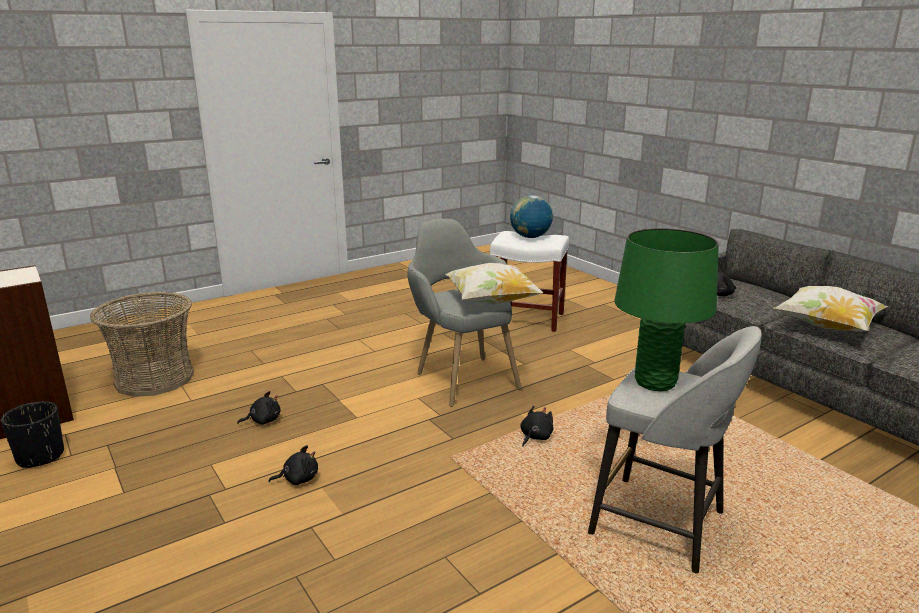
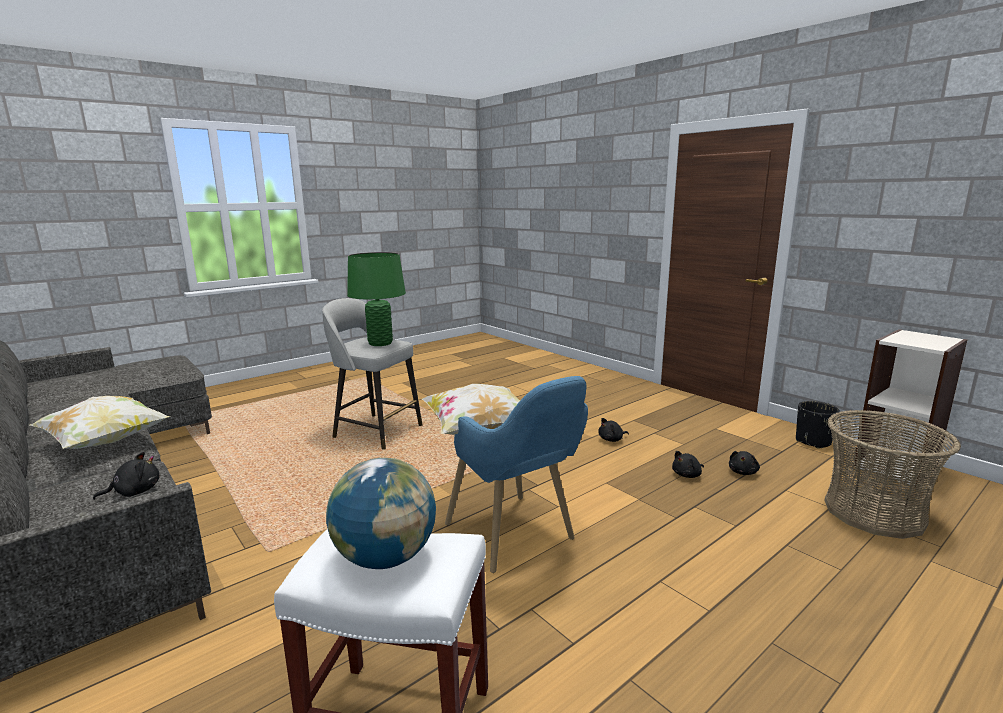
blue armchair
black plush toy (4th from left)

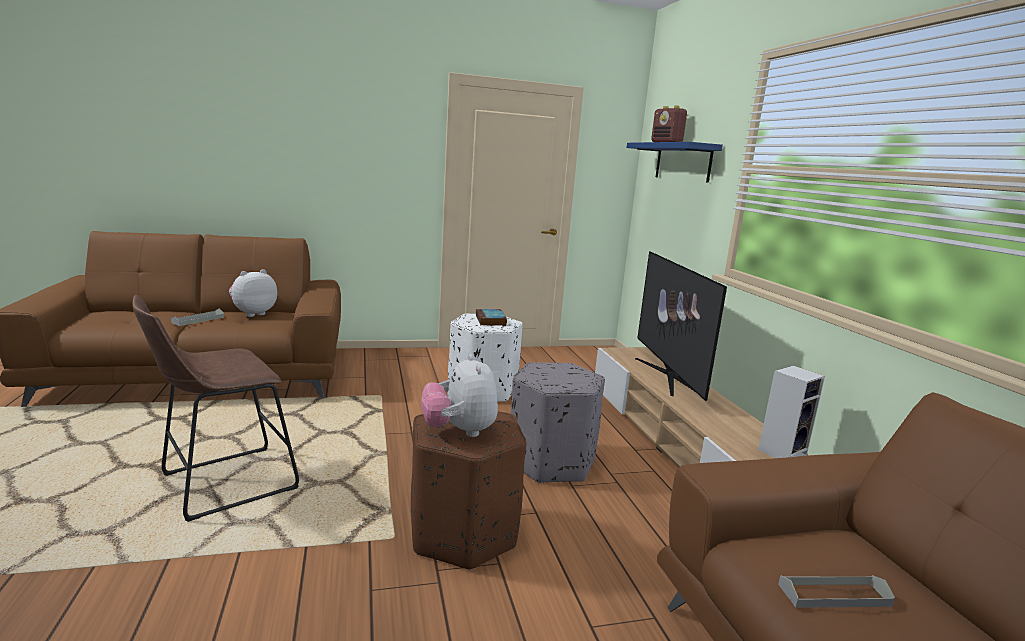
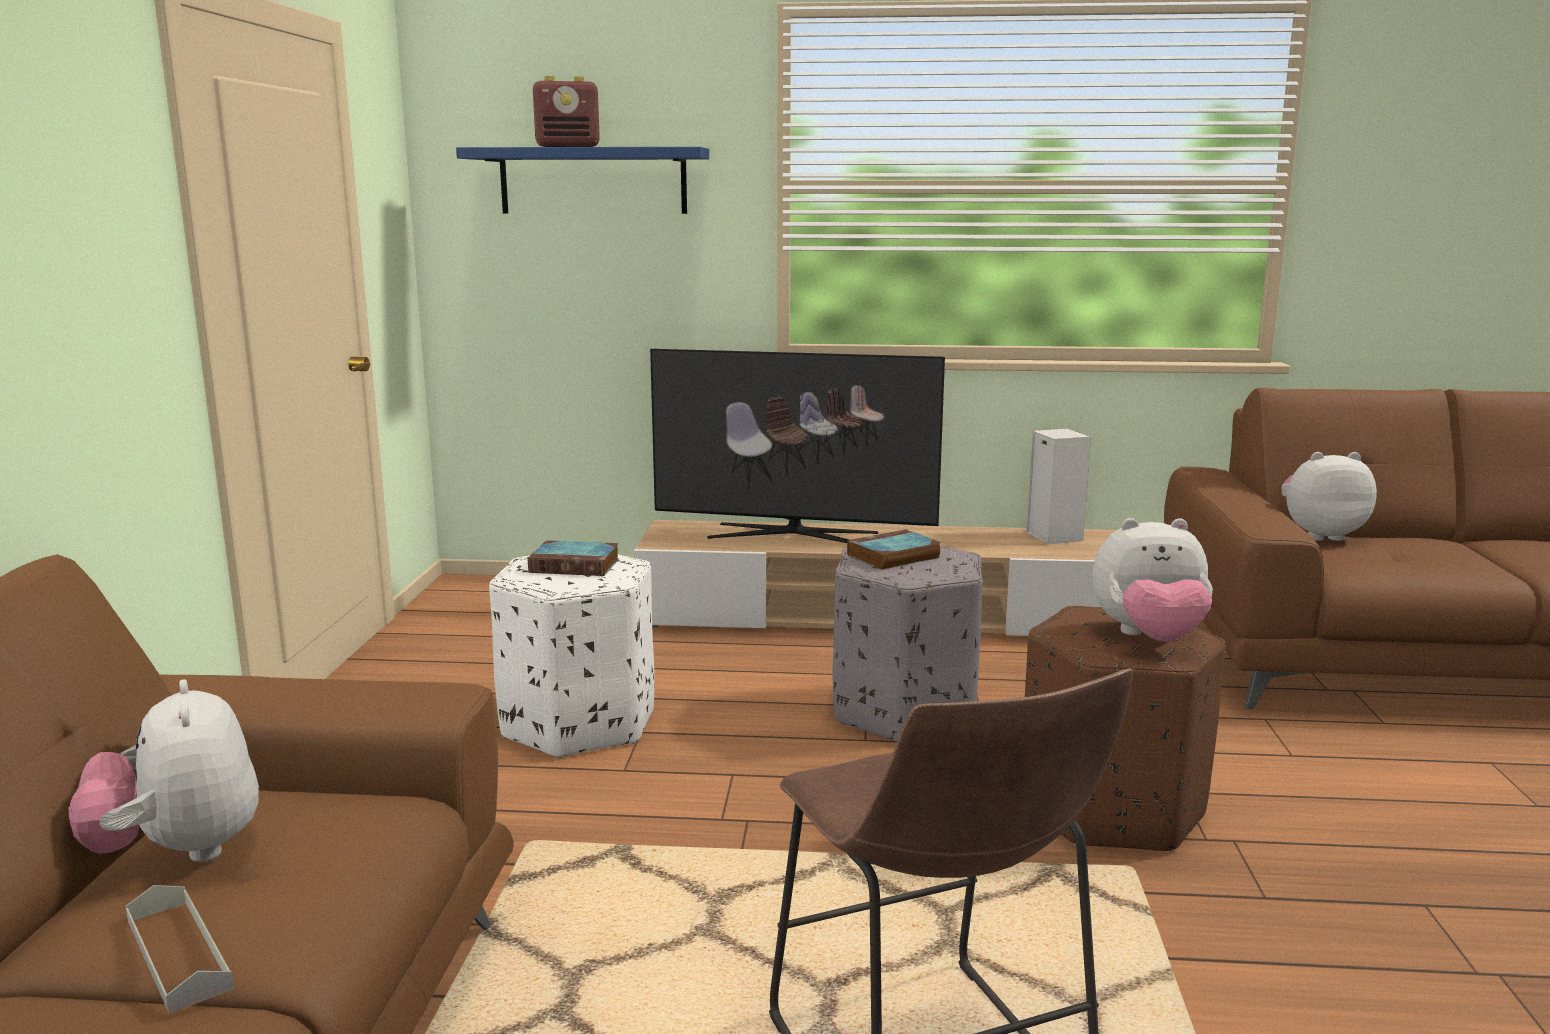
grey tray (2nd from left in the first image)
book (2nd from left)
plush toy (3rd from left)

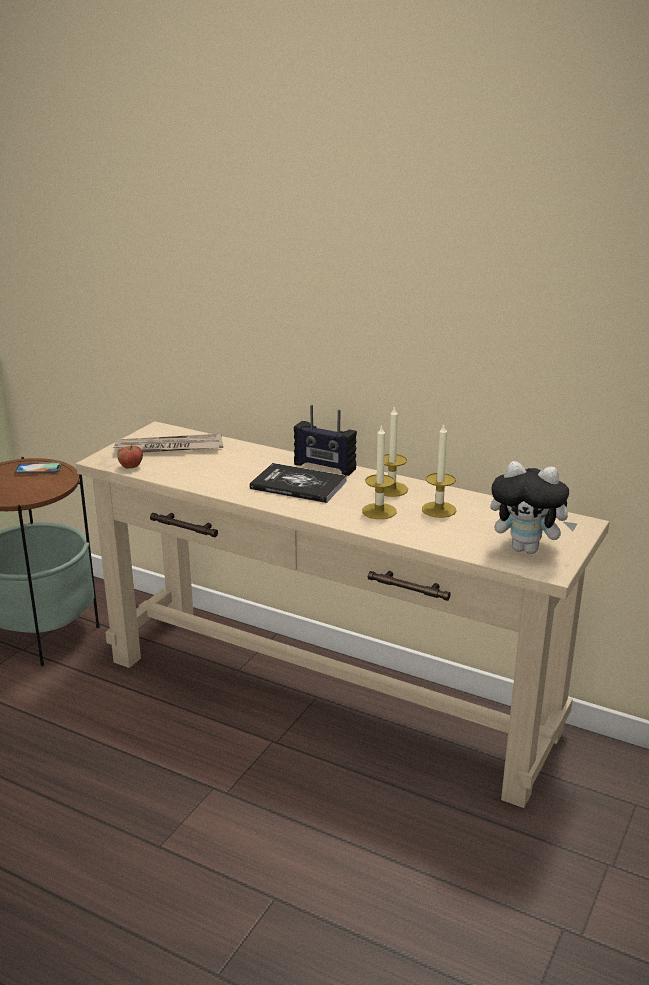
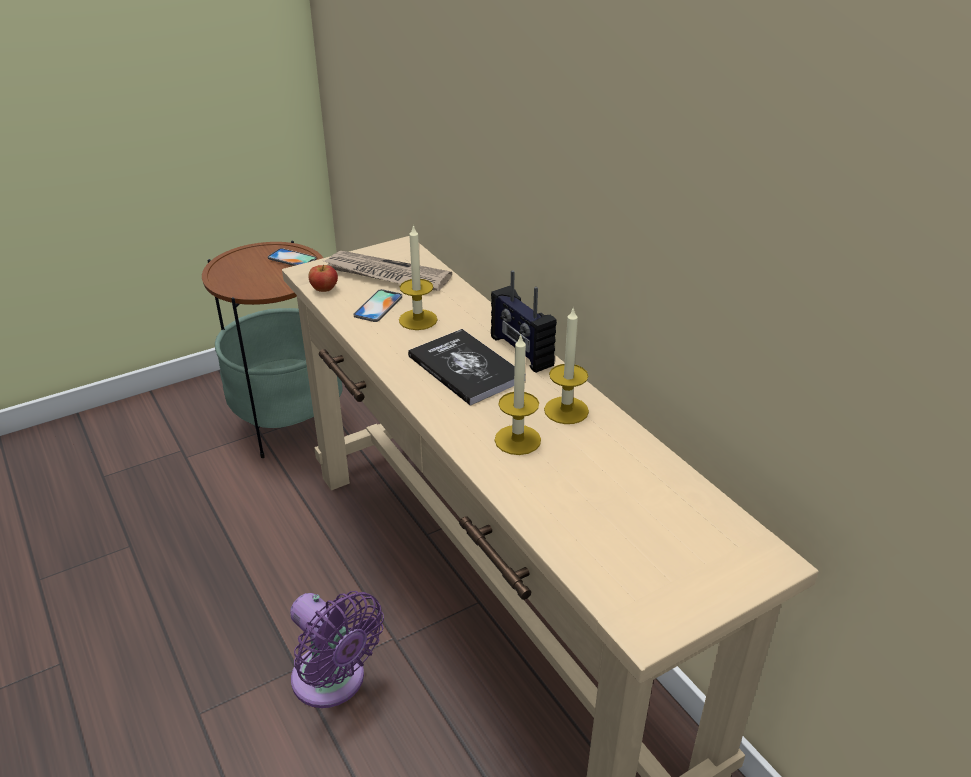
candle (1st from left)
plush toy
purple fan
phone (2nd from left)

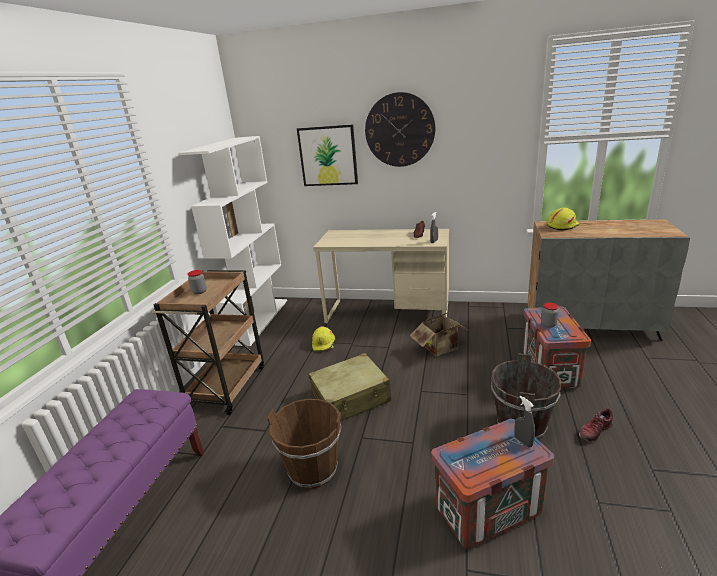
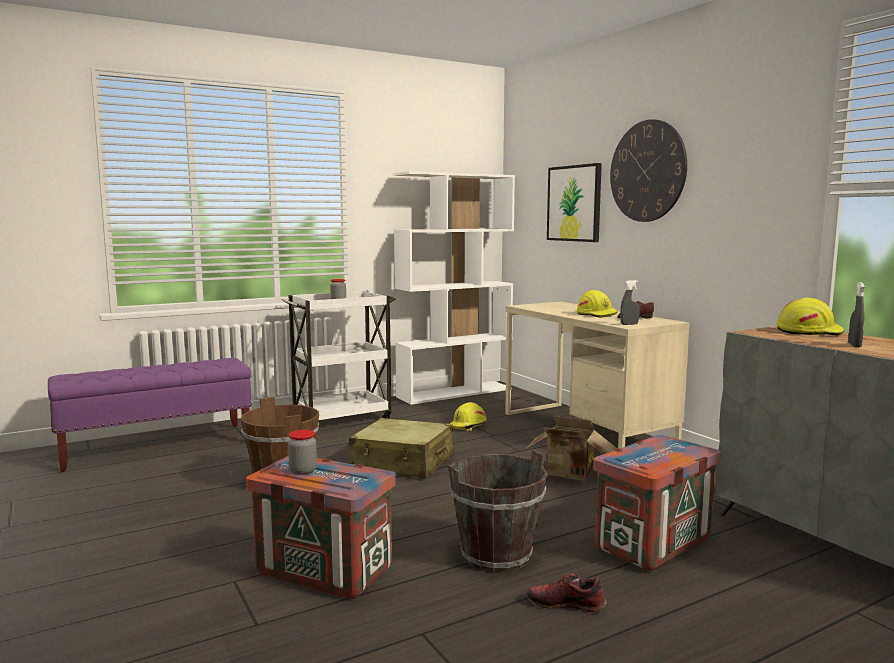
white cart
grey spray bottle (2nd from left)
jar (1st from left)
yellow hard hat (2nd from left)

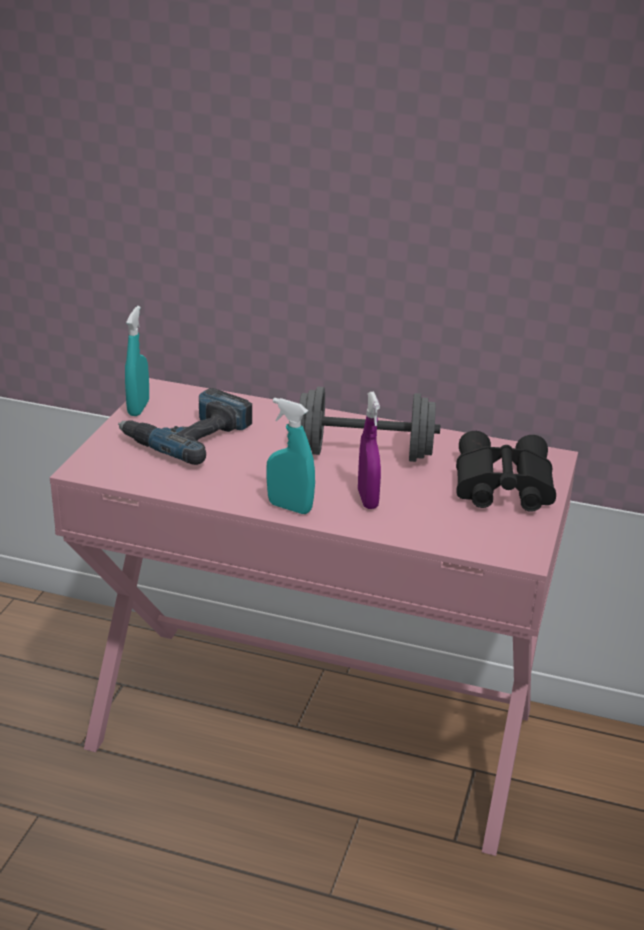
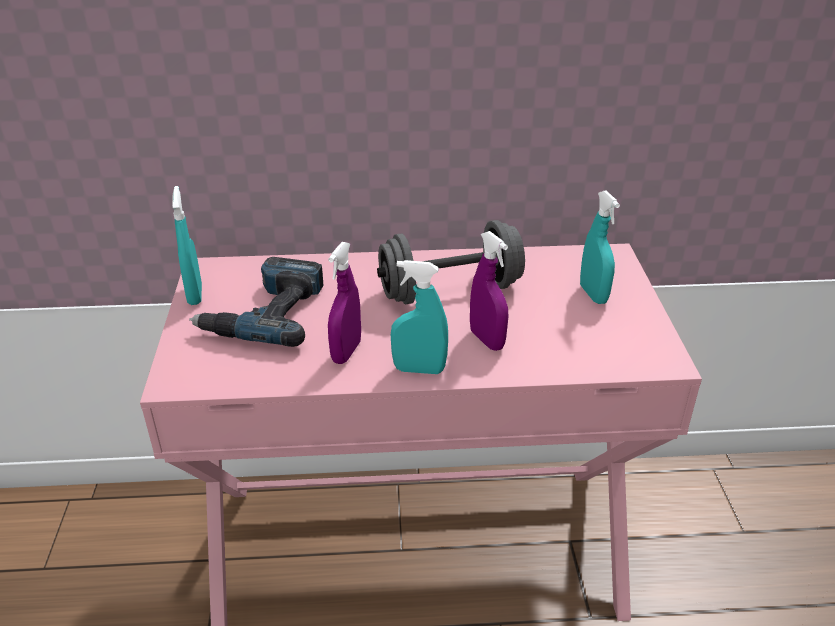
turquoise spray bottle (3rd from left)
purple spray bottle (1st from left)

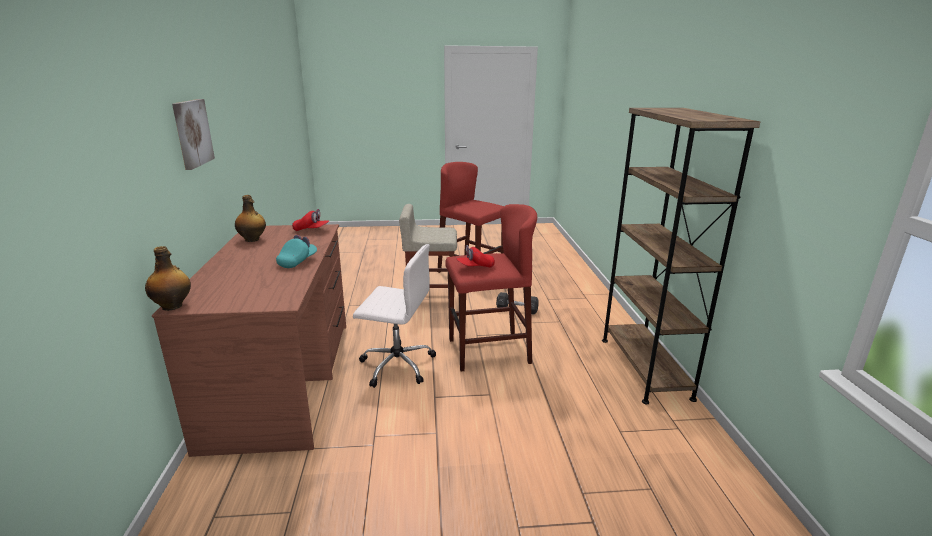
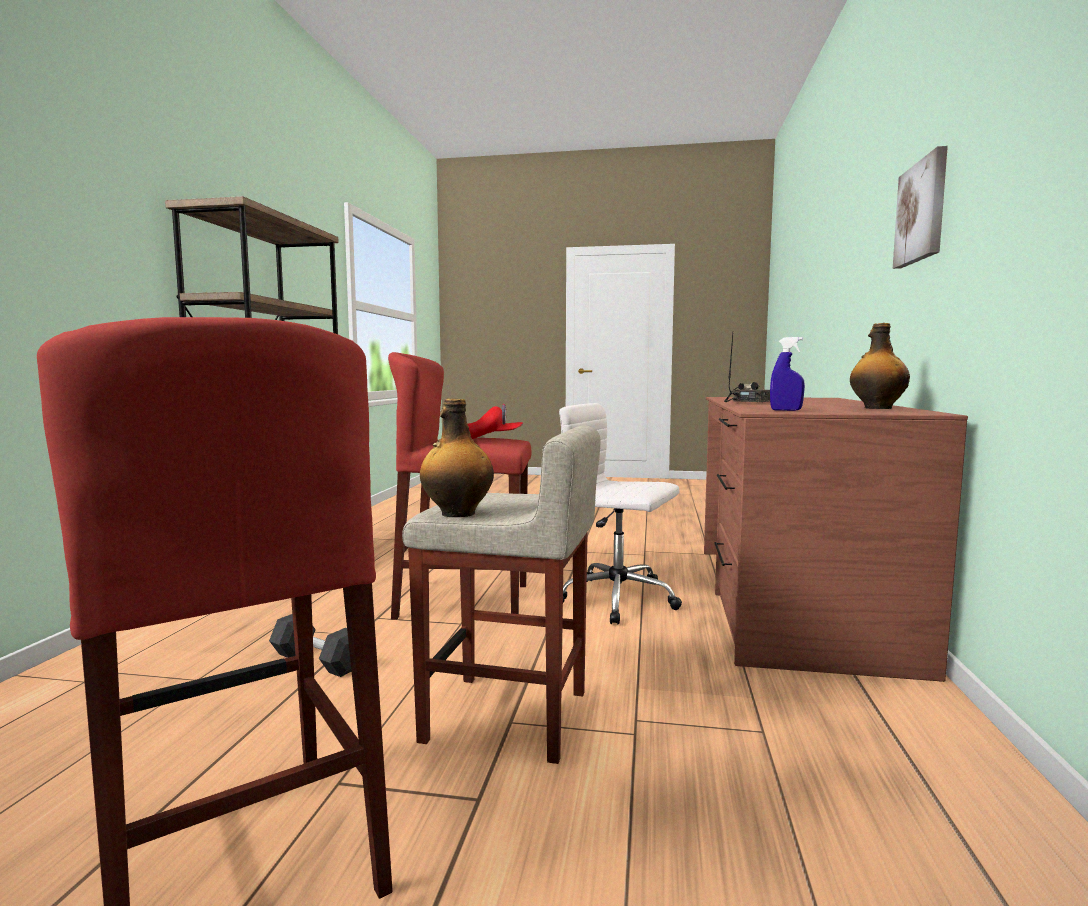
bottle (1st from left)
radio
blue spray bottle

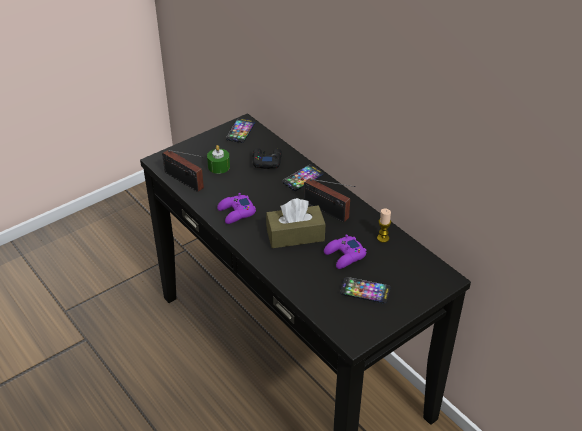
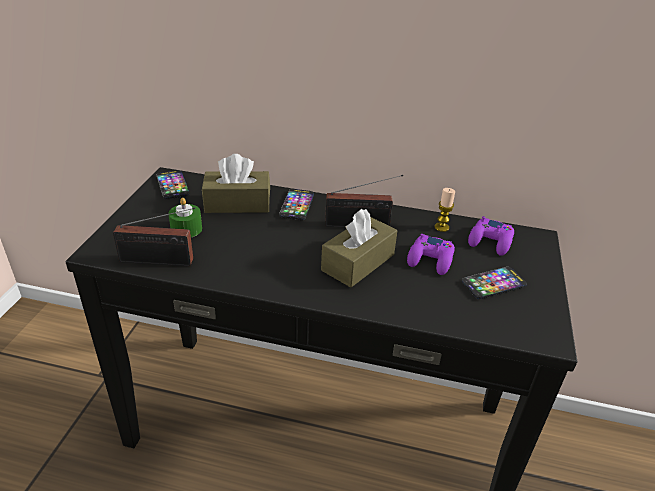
purple game controller (2nd from left)
brown tissue box (1st from left)

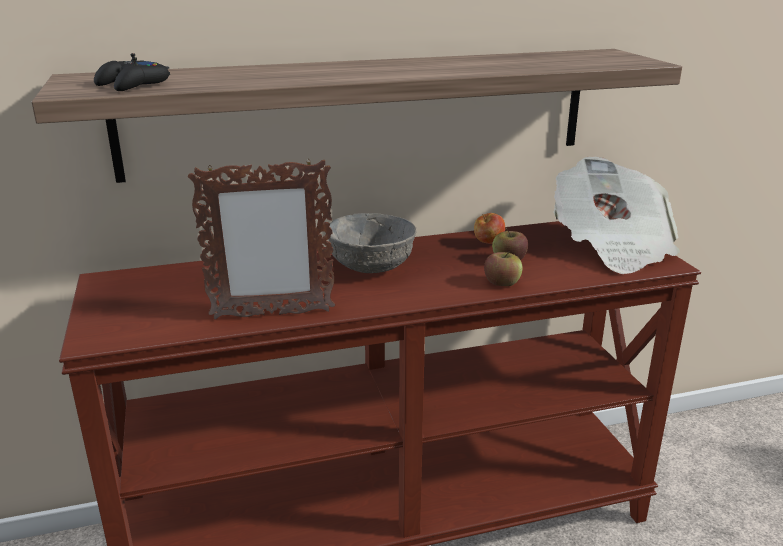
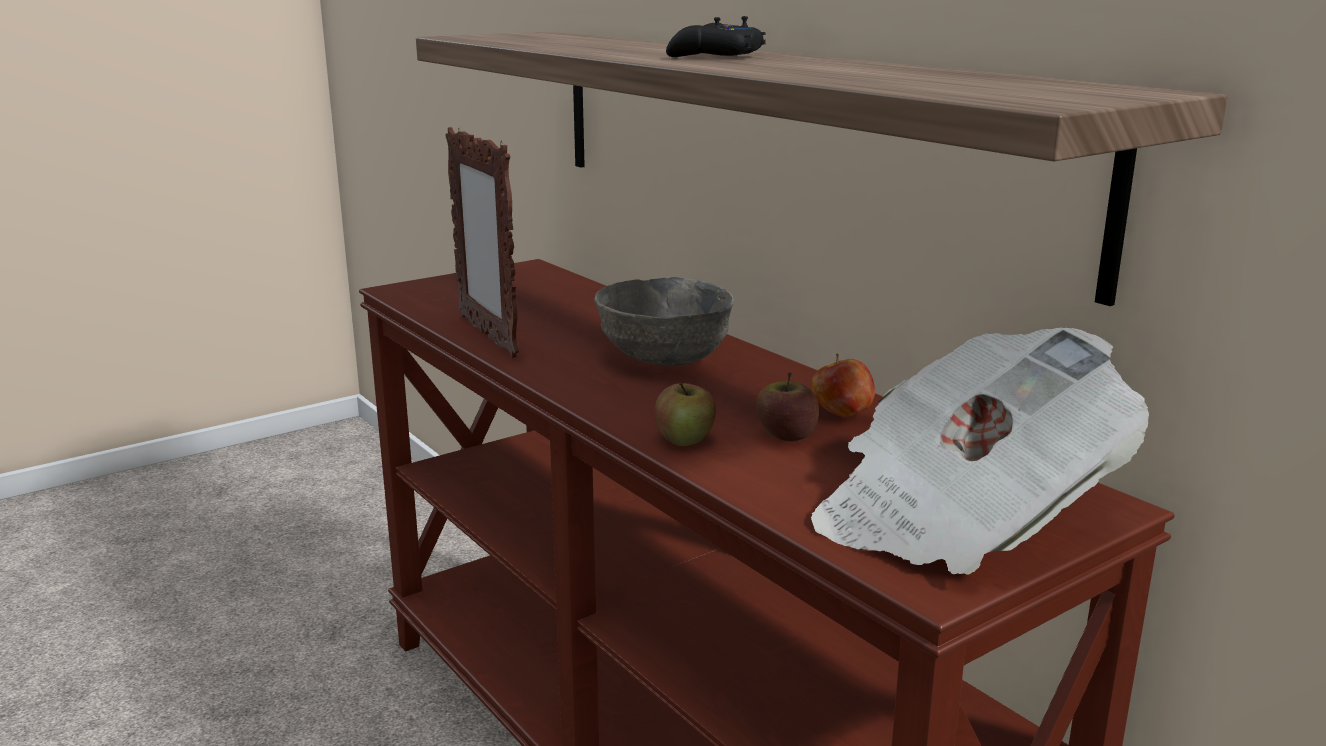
black game controller

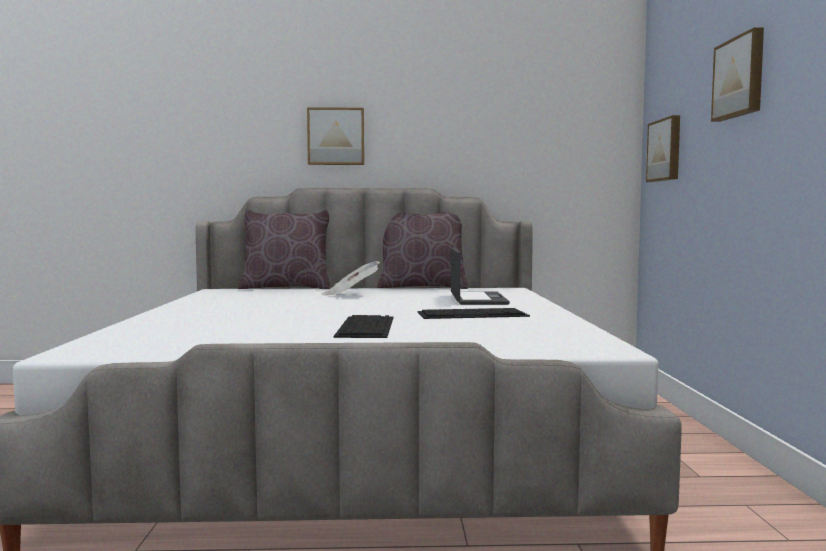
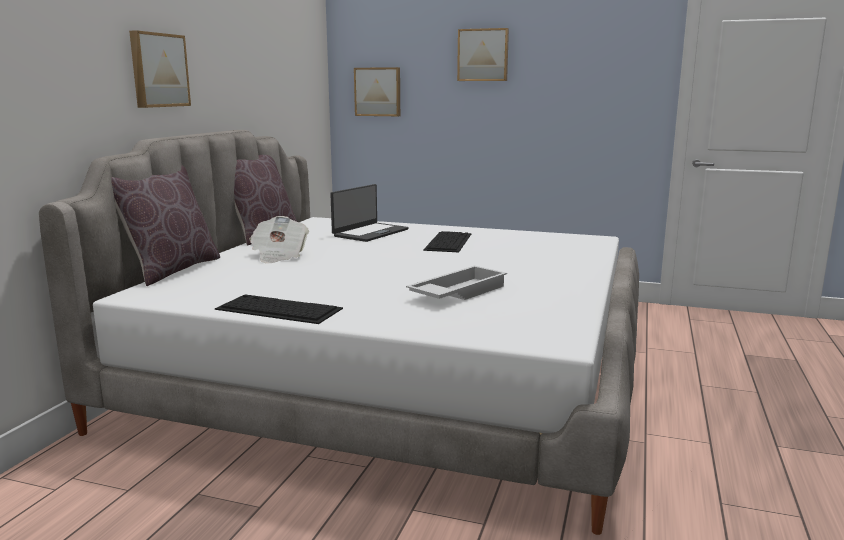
keyboard (1st from left)
laptop
white tray

